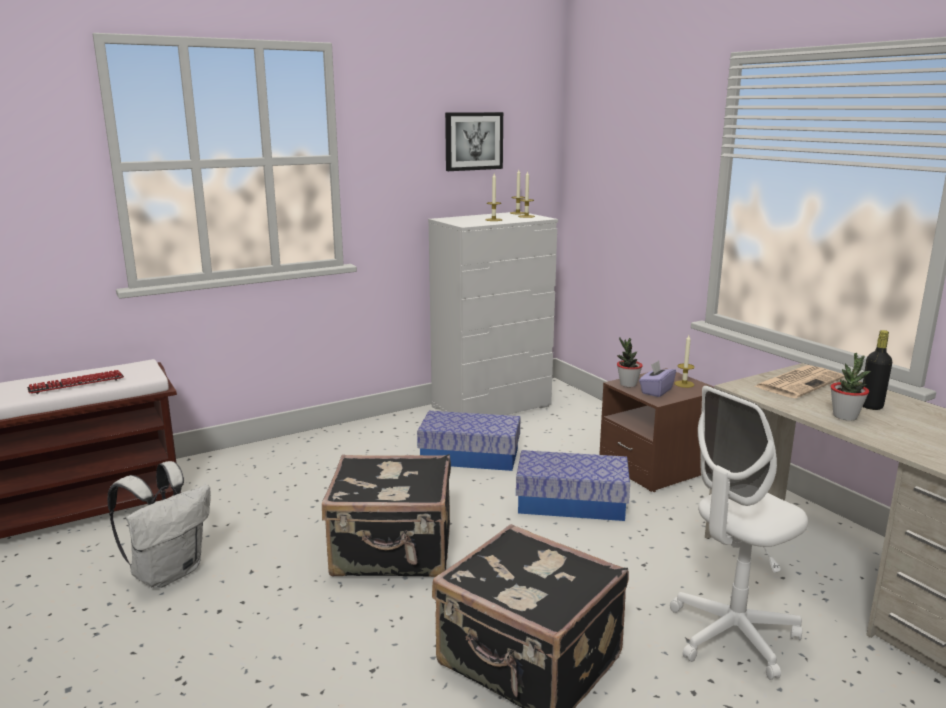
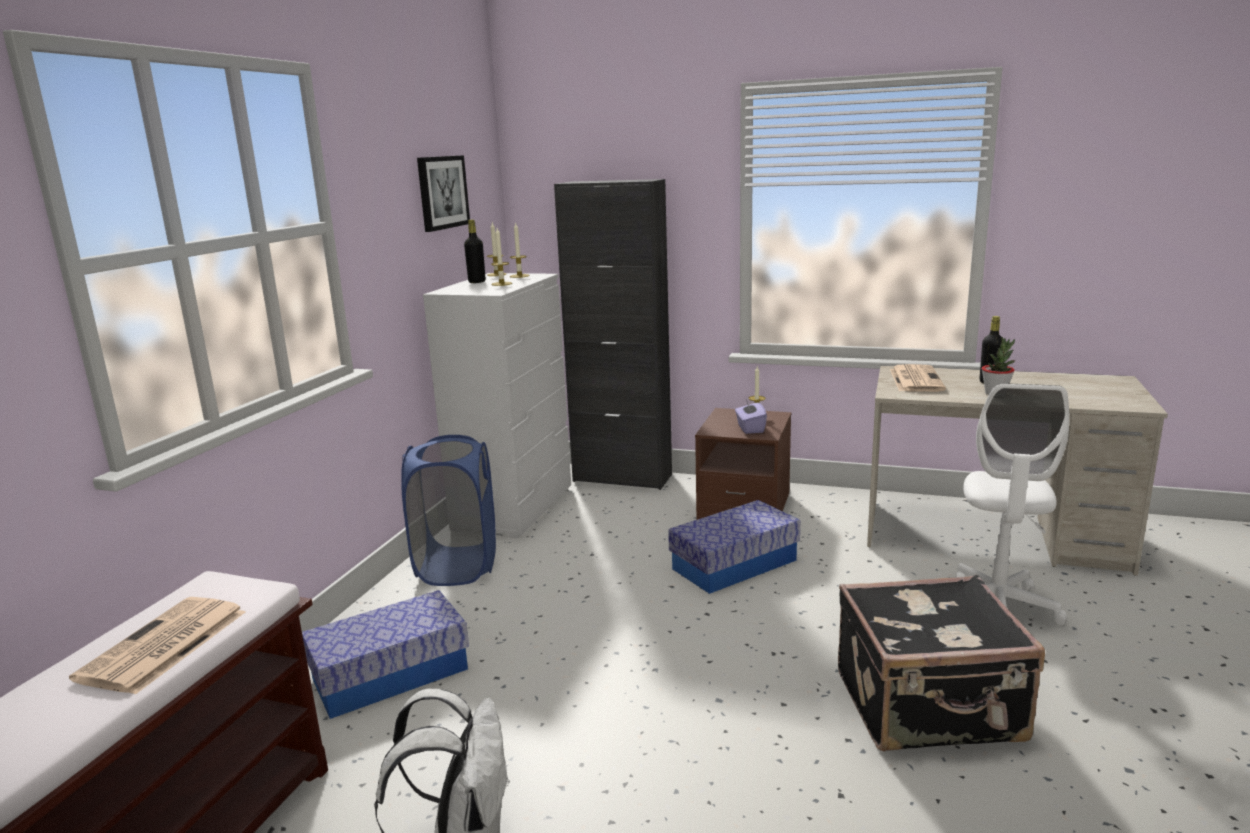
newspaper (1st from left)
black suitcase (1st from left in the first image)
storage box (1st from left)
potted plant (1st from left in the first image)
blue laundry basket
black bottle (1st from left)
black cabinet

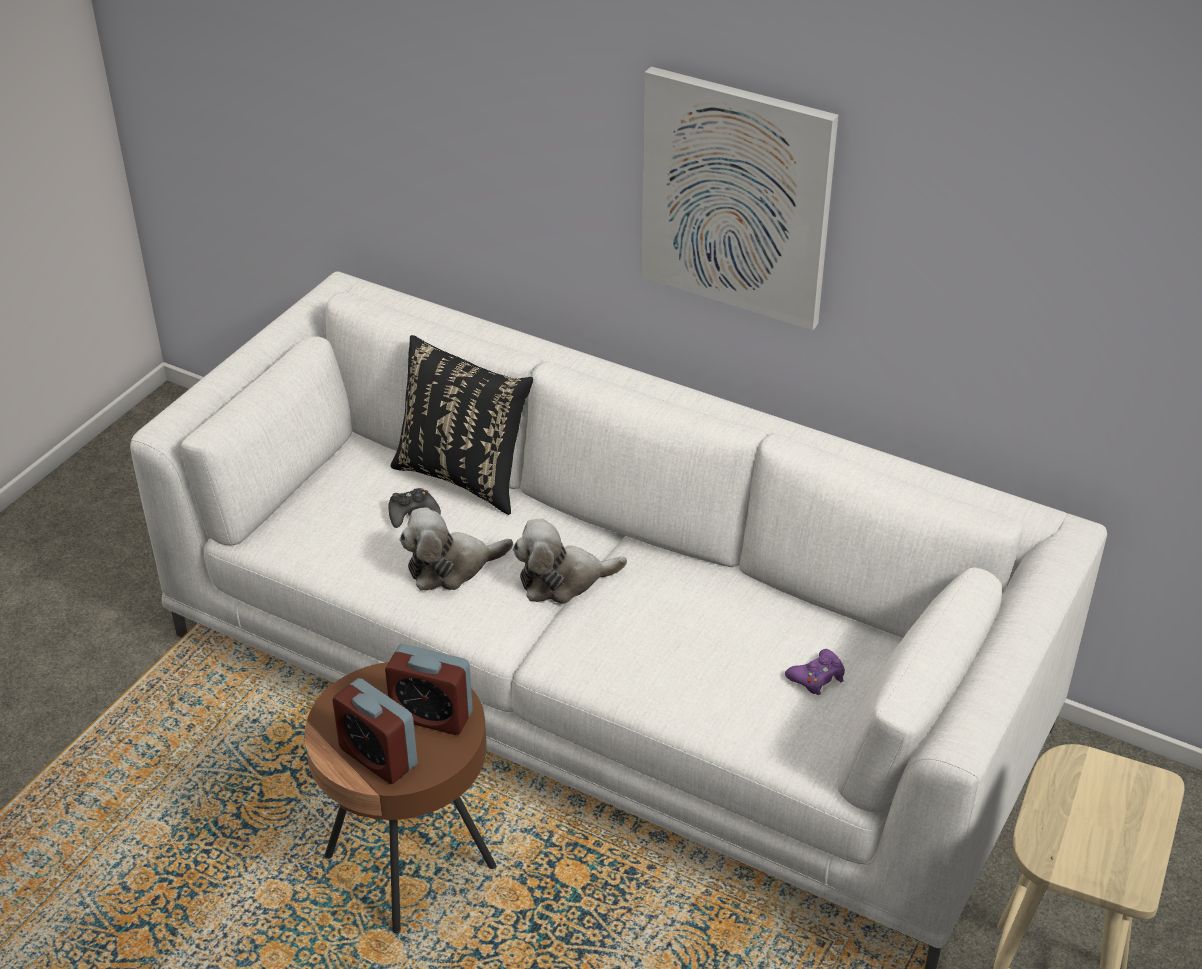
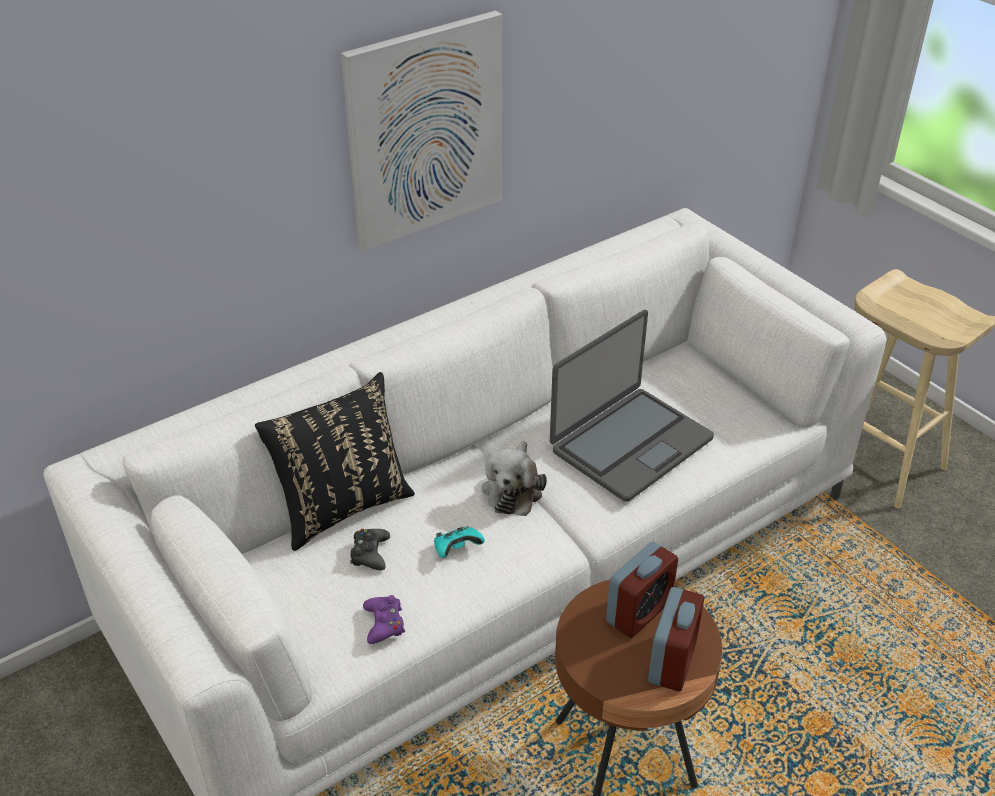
alarm clock (2nd from left)
turquoise game controller
purple game controller
laptop

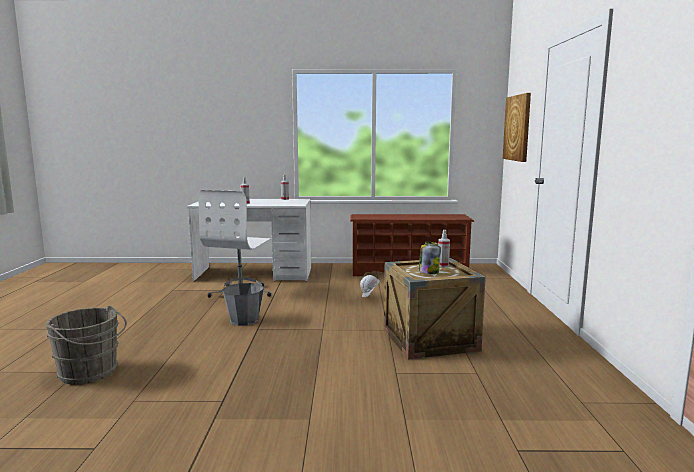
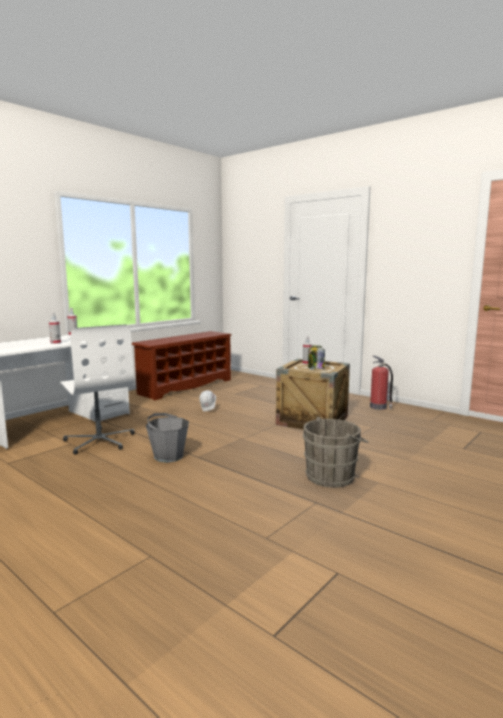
grey bucket (2nd from left)
picture
fire extinguisher

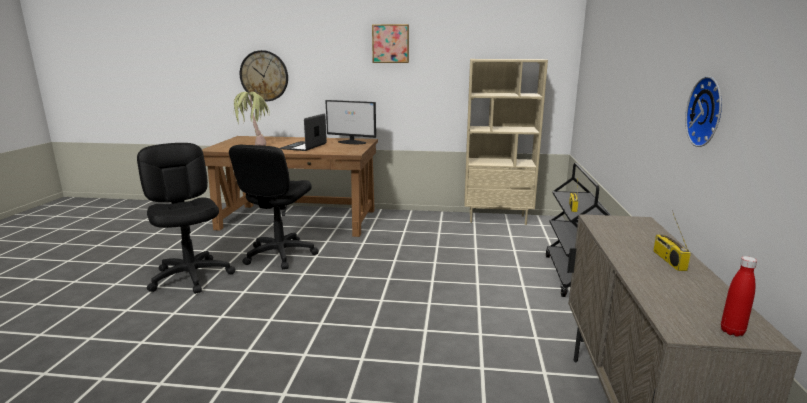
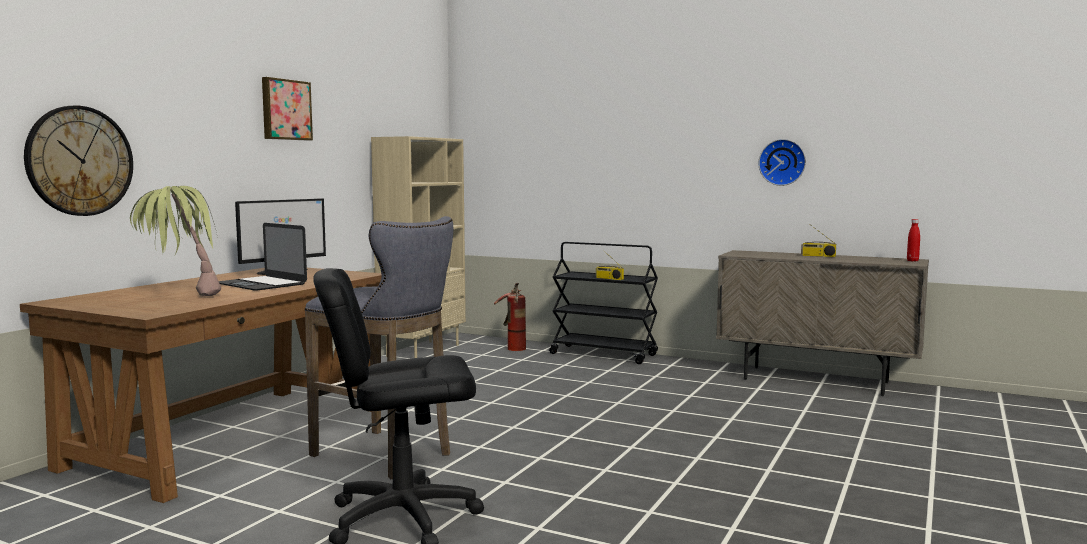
grey stool
fire extinguisher

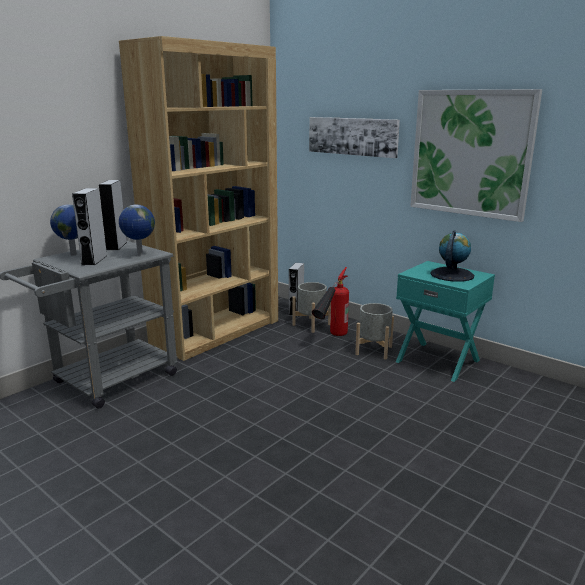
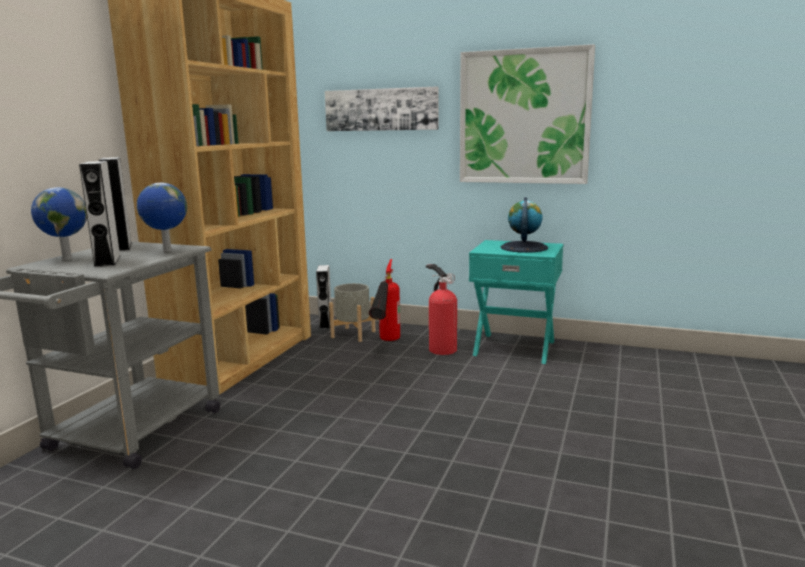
fire extinguisher (2nd from left)

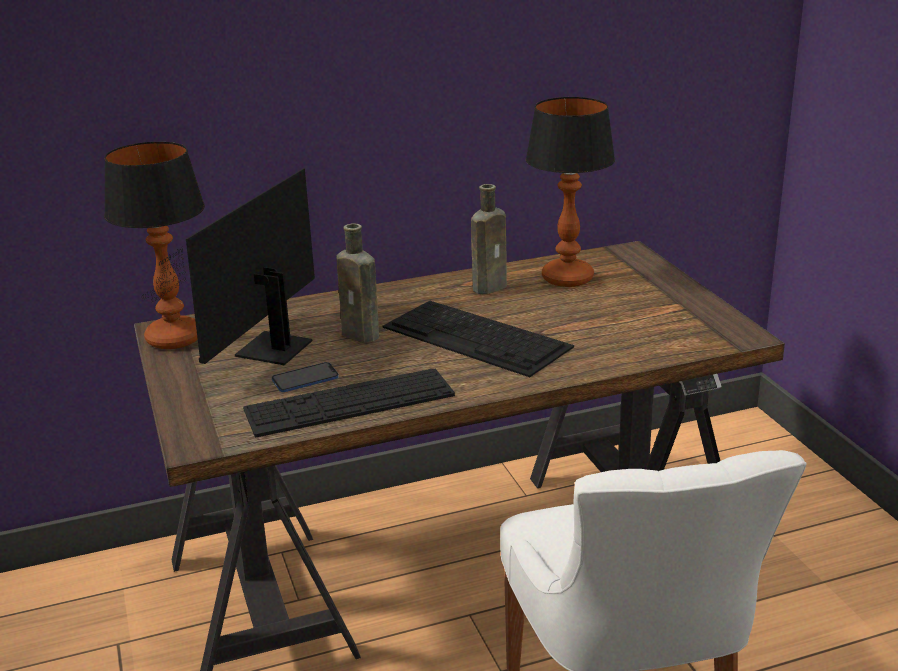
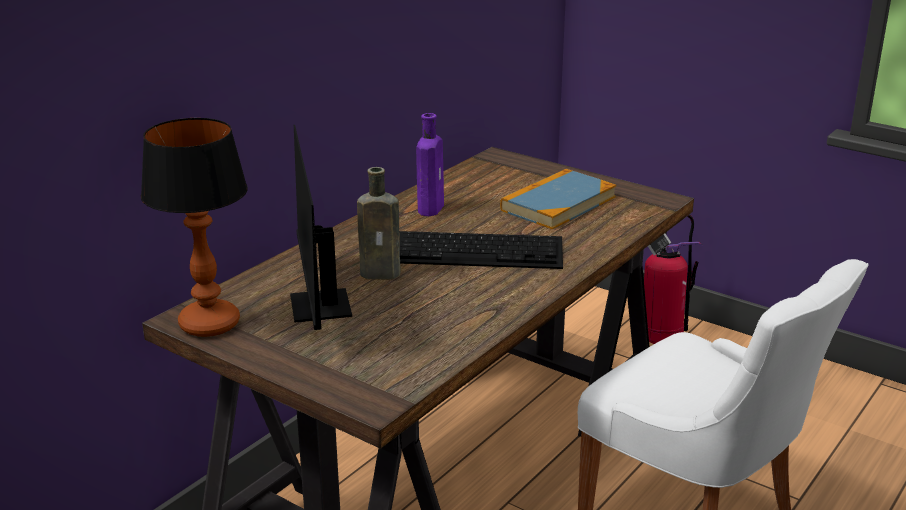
keyboard (1st from left in the first image)
phone
purple bottle
table lamp (2nd from left in the first image)
book
fire extinguisher

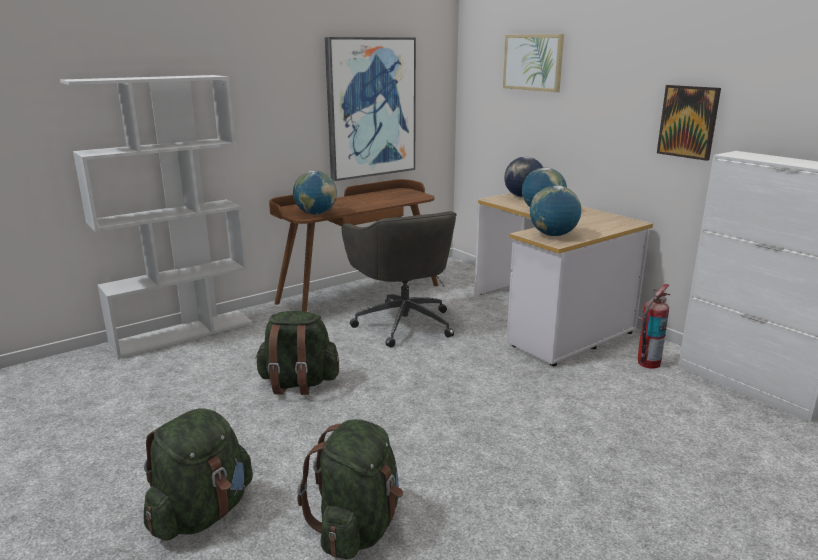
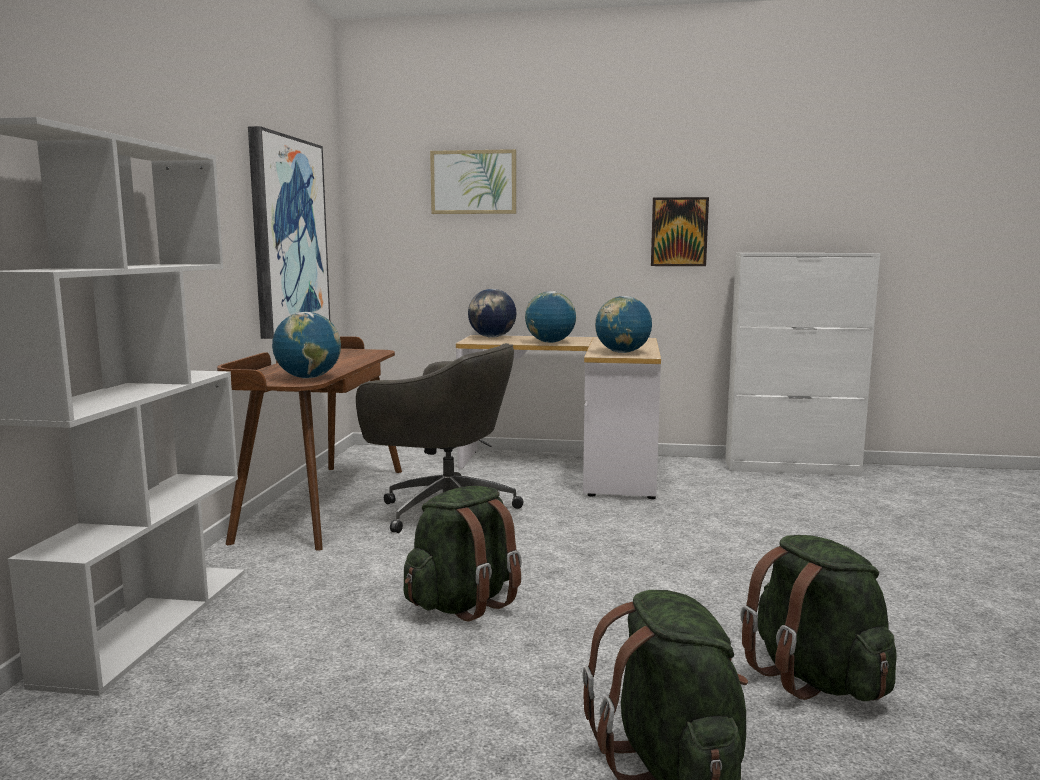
fire extinguisher

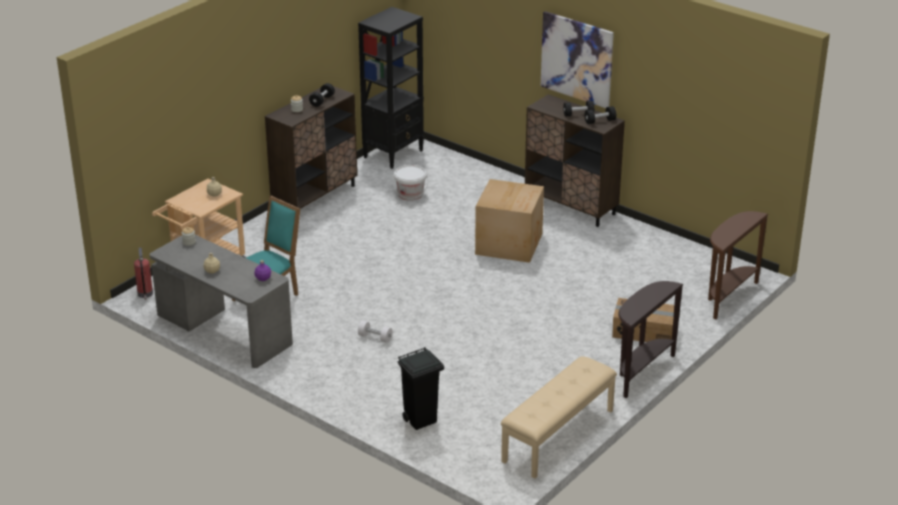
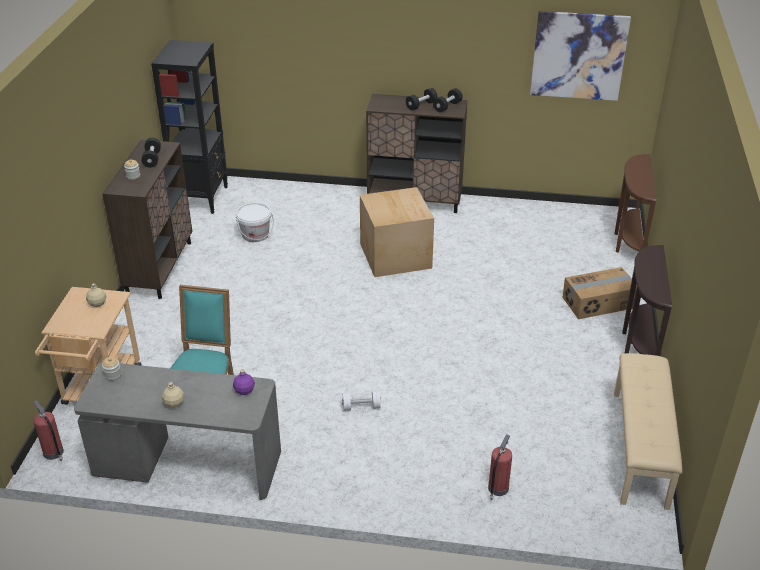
fire extinguisher (2nd from left)
picture

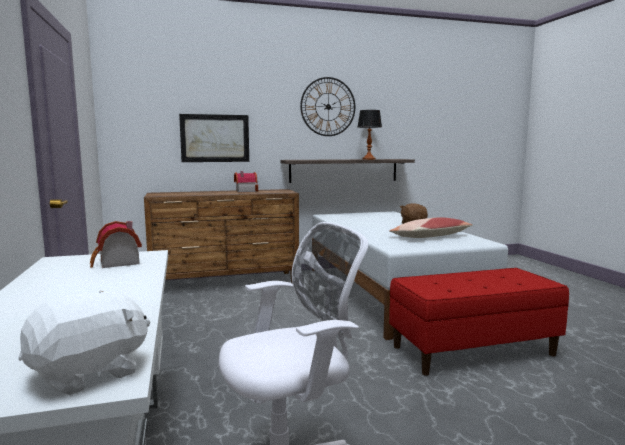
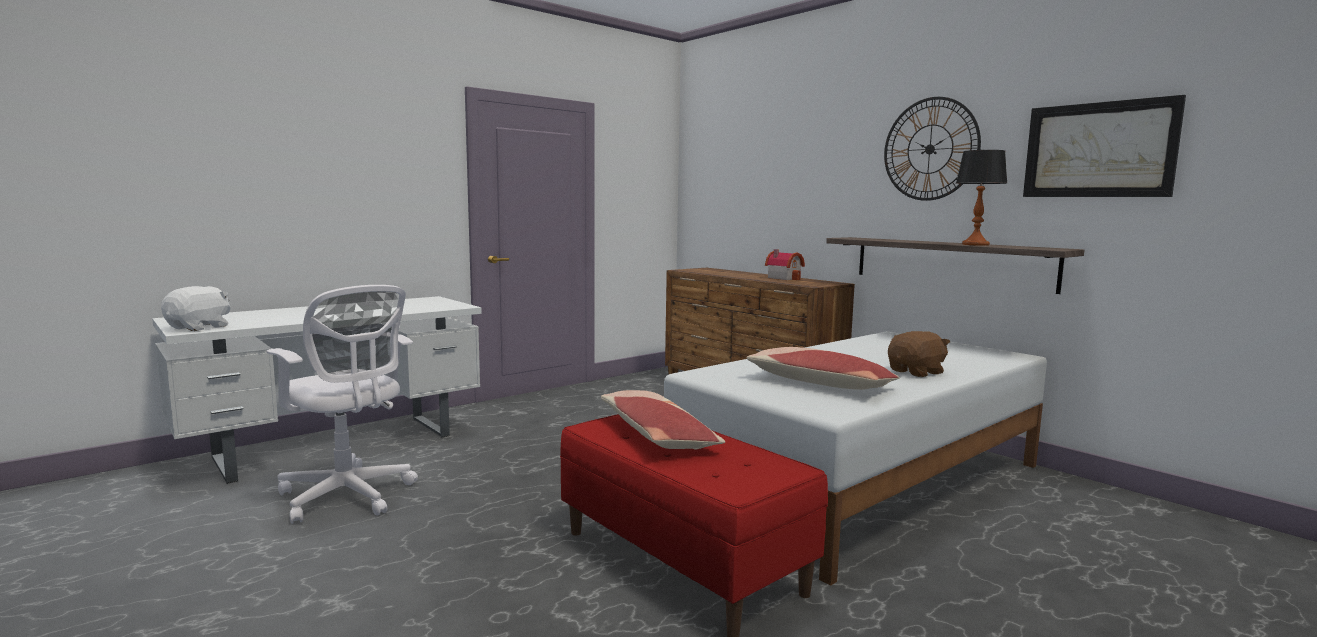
white plush toy
toy house (1st from left in the first image)
picture
pillow (1st from left)

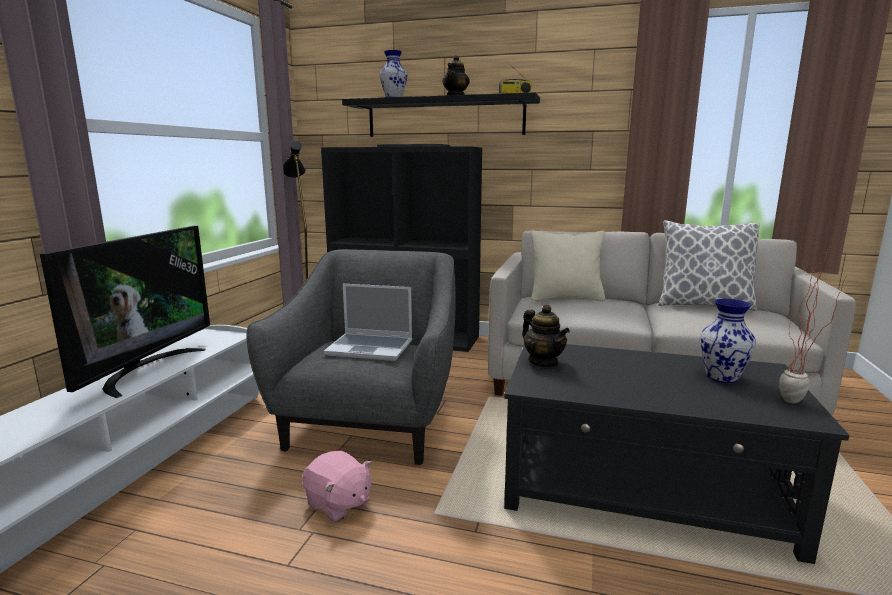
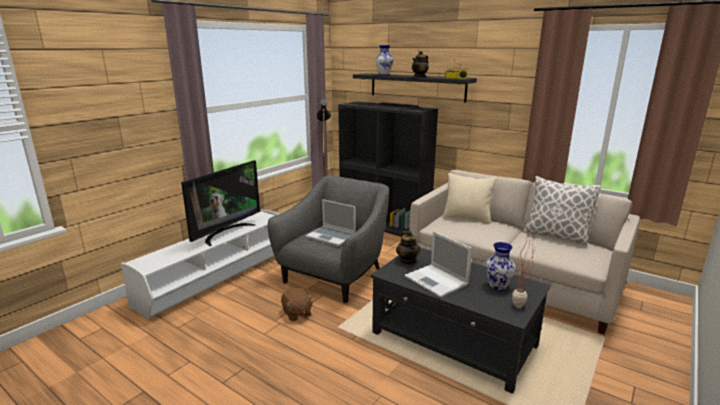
brown plush toy
laptop (2nd from left)

